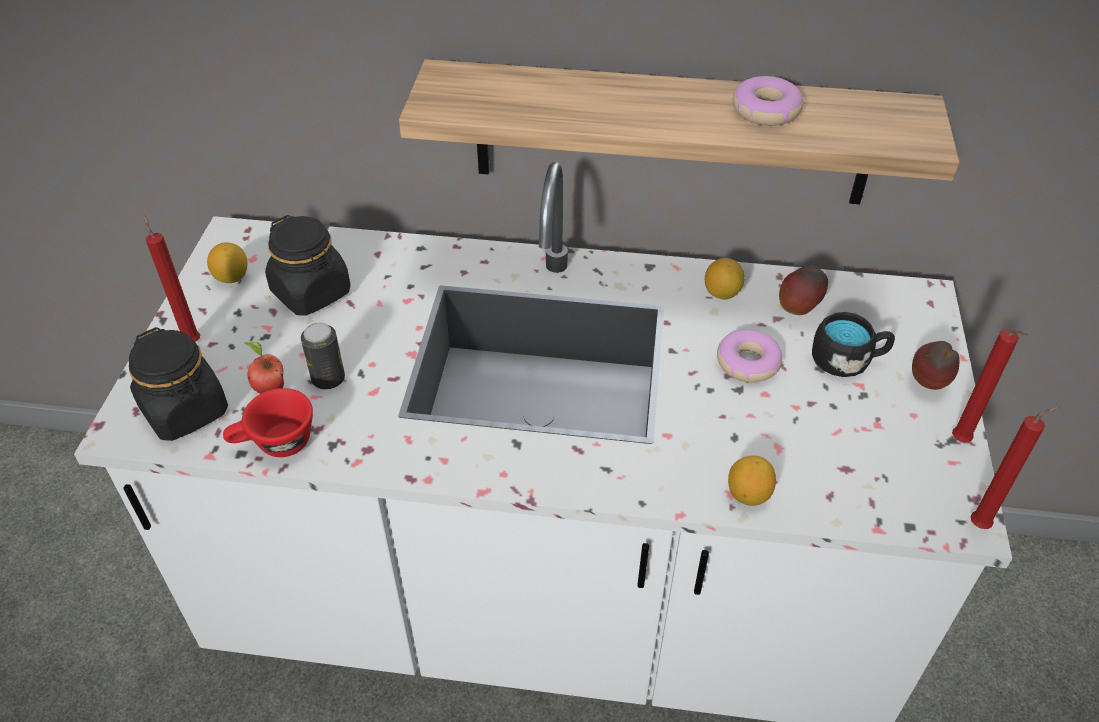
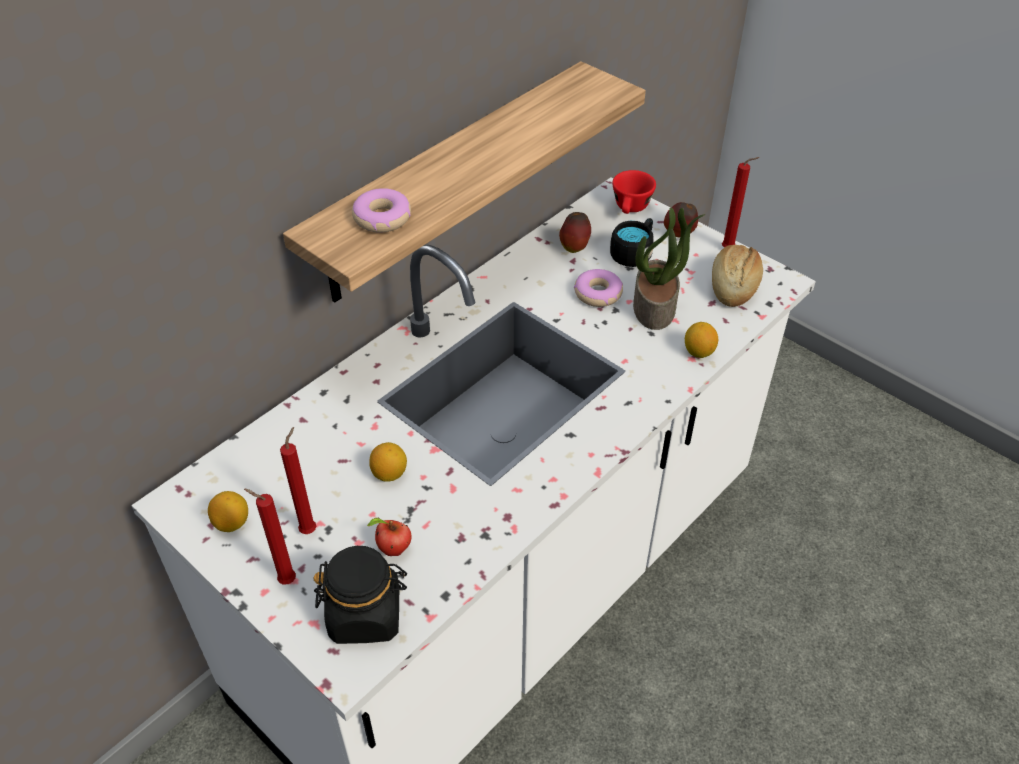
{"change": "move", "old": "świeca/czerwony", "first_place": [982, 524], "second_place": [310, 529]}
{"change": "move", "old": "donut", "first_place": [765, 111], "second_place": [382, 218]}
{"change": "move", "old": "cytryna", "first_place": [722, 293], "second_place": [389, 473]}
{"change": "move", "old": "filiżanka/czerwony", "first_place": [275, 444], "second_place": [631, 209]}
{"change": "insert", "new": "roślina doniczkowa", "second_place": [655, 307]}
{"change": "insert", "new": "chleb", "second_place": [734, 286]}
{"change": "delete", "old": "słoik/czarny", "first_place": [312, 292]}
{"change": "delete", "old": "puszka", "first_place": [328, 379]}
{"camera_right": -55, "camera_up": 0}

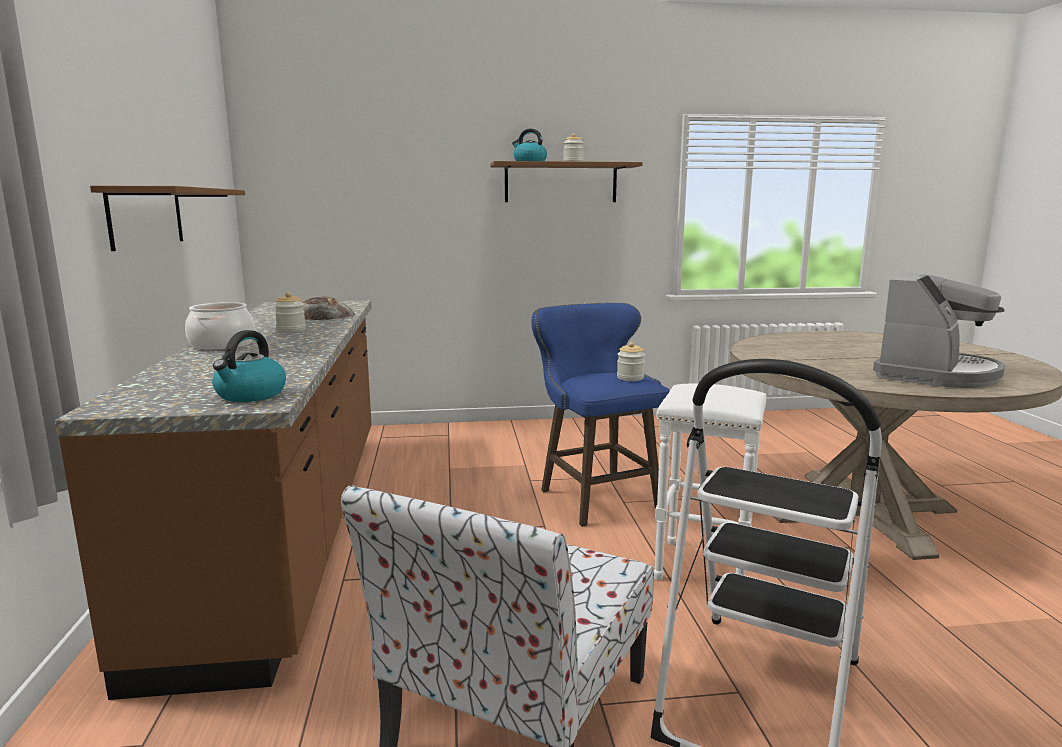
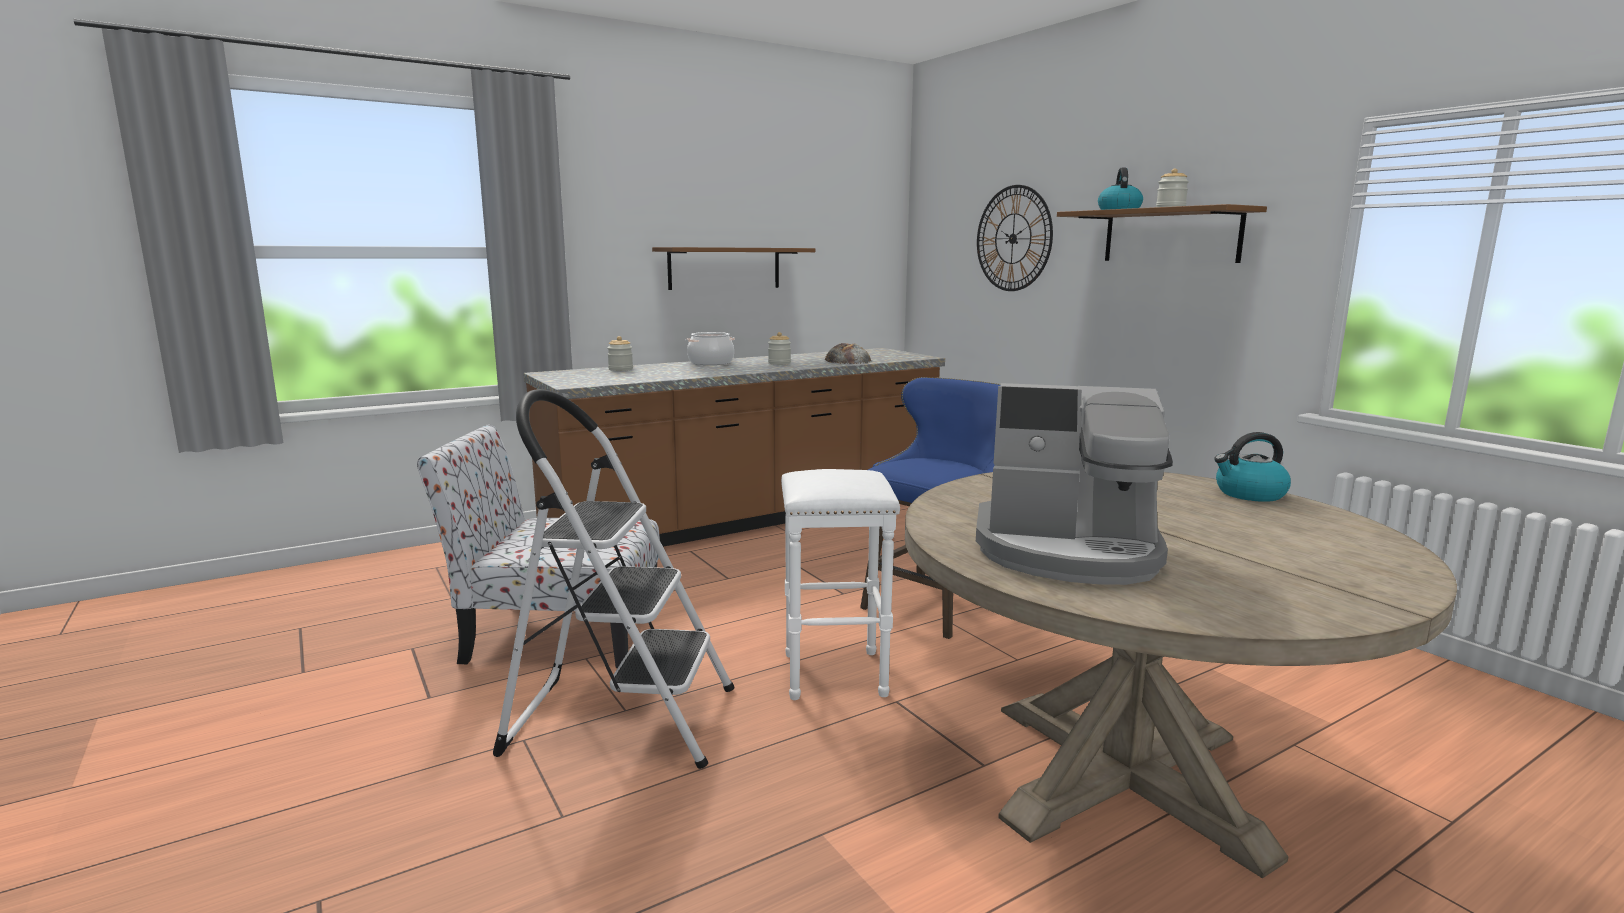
{"change": "move", "old": "słoik", "first_place": [630, 378], "second_place": [620, 369]}
{"change": "insert", "new": "zegar ścienny", "second_place": [1013, 238]}
{"change": "move", "old": "czajnik", "first_place": [250, 395], "second_place": [1249, 494]}
{"camera_right": 65, "camera_up": 0}

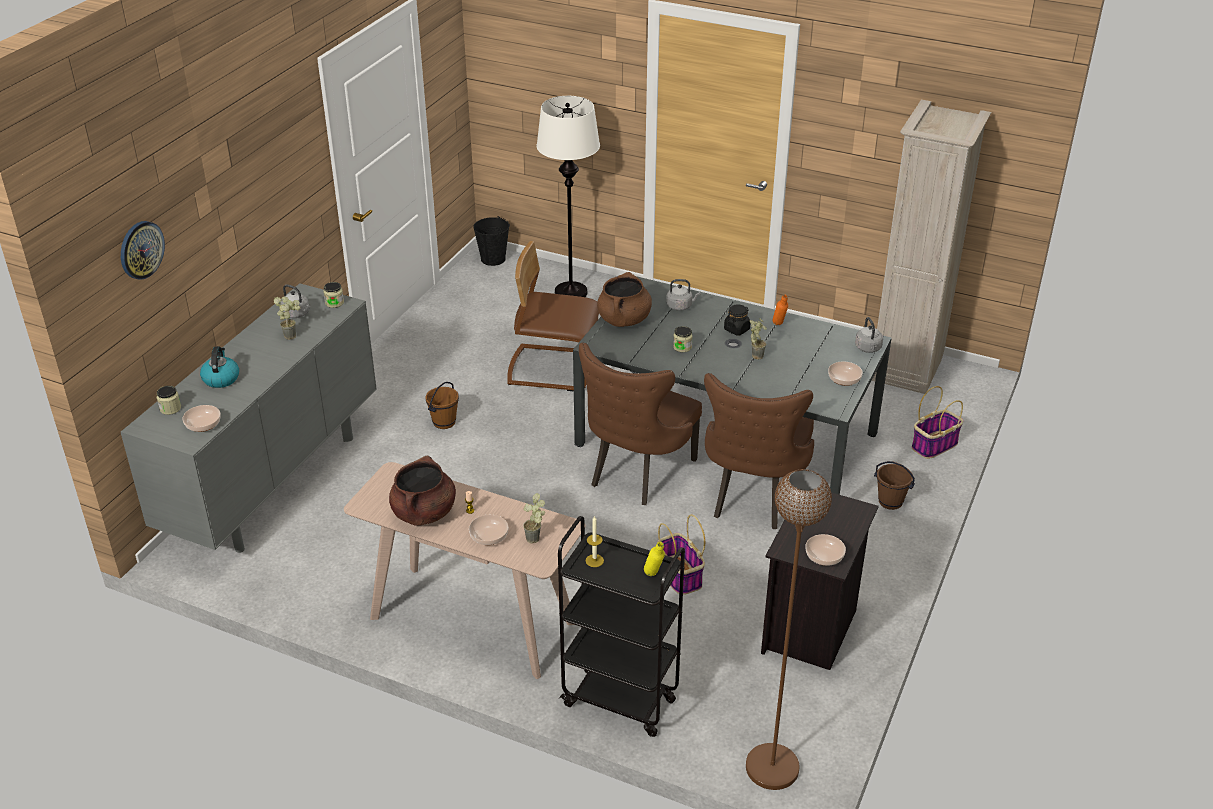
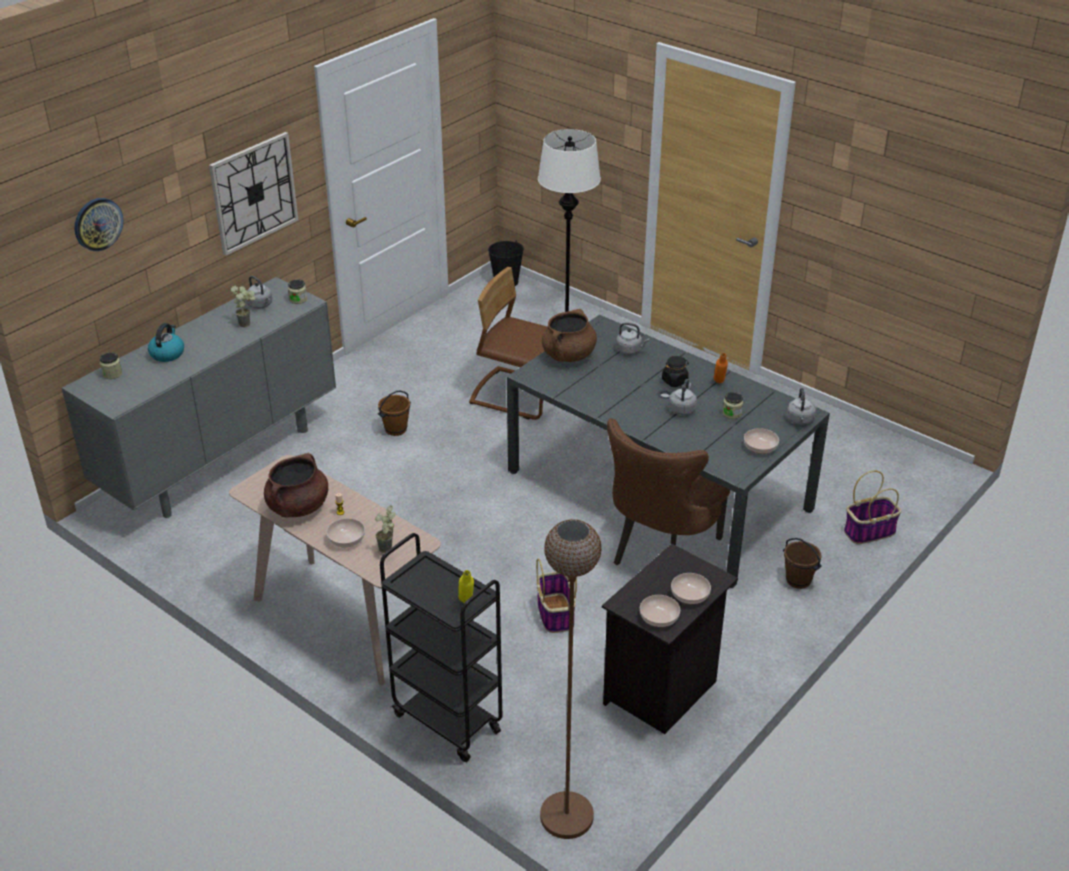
{"change": "insert", "new": "zegar ścienny", "second_place": [254, 193]}
{"change": "replace", "old": "roślina doniczkowa", "new": "czajnik/szary", "first_place": [756, 354], "second_place": [682, 408]}
{"change": "move", "old": "miska", "first_place": [203, 425], "second_place": [690, 595]}
{"change": "move", "old": "słoik", "first_place": [682, 347], "second_place": [732, 413]}
{"change": "delete", "old": "krzesło/brązowy", "first_place": [637, 472]}
{"change": "delete", "old": "świeca", "first_place": [594, 560]}
{"change": "delete", "old": "szafka/beżowy", "first_place": [907, 369]}
{"camera_right": 15, "camera_up": 0}

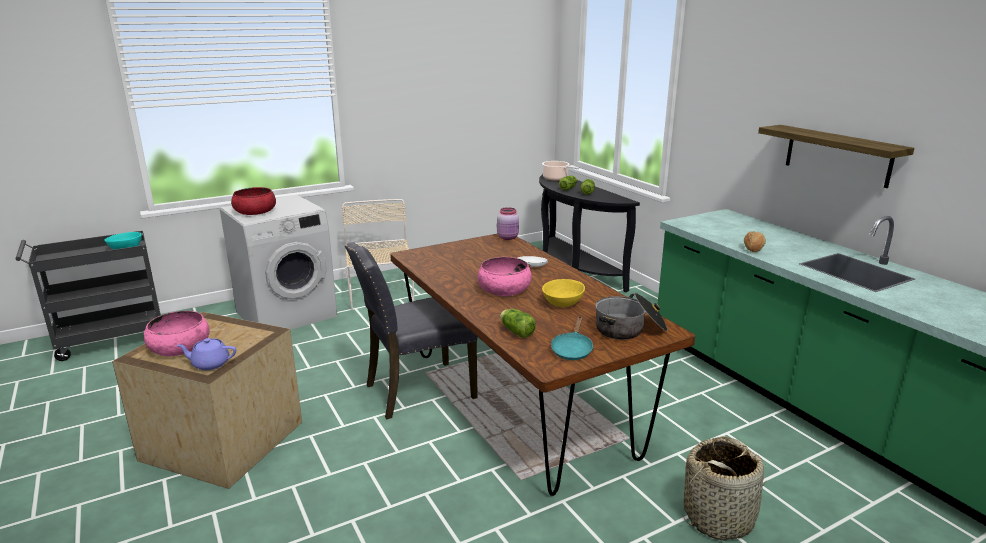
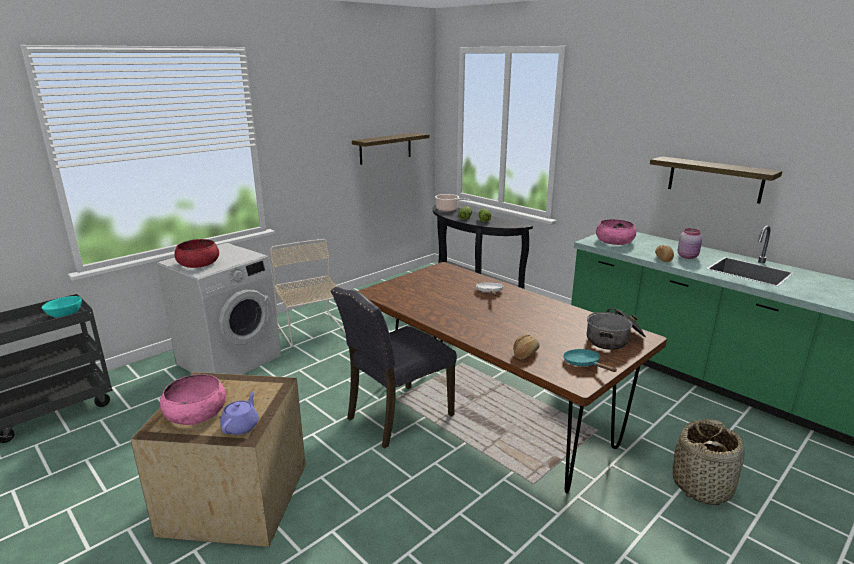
{"change": "rotate", "old": "imbryk/fioletowy", "first_place": [210, 364], "second_place": [241, 426], "degrees": 120}
{"change": "insert", "new": "półka", "second_place": [385, 148]}
{"change": "replace", "old": "sałata", "new": "chleb", "first_place": [516, 331], "second_place": [525, 353]}
{"change": "rotate", "old": "patelnia/turkusowy", "first_place": [572, 349], "second_place": [584, 364], "degrees": 150}
{"change": "move", "old": "miska/różowy", "first_place": [504, 289], "second_place": [614, 241]}
{"change": "move", "old": "słoik/różowy", "first_place": [508, 237], "second_place": [688, 256]}
{"change": "delete", "old": "miska/żółty", "first_place": [563, 303]}
{"camera_right": -15, "camera_up": 0}

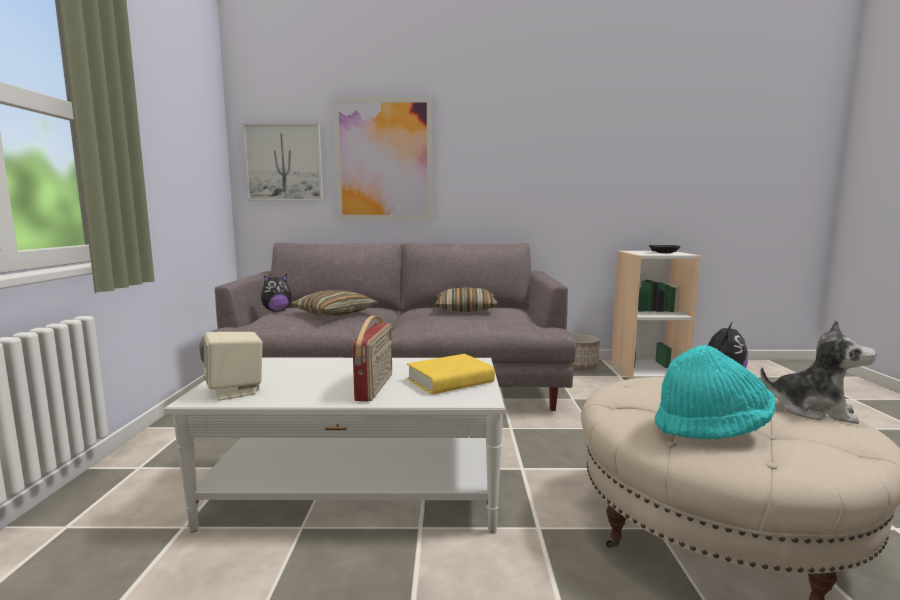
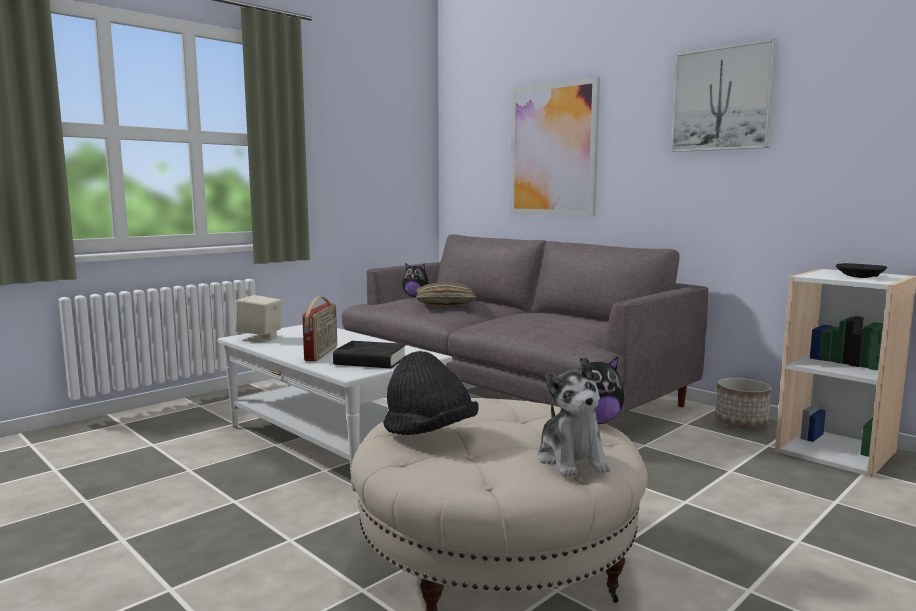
{"change": "rotate", "old": "radio", "first_place": [375, 387], "second_place": [322, 353], "degrees": -45}
{"change": "recolor", "old": "książka/żółty", "new": "książka/czarny", "first_place": [450, 381], "second_place": [370, 361]}
{"change": "recolor", "old": "kapelusz/turkusowy", "new": "kapelusz/czarny", "first_place": [711, 429], "second_place": [429, 434]}
{"change": "move", "old": "obraz", "first_place": [284, 162], "second_place": [722, 99]}
{"change": "delete", "old": "poduszka", "first_place": [465, 310]}
{"camera_right": 45, "camera_up": 0}

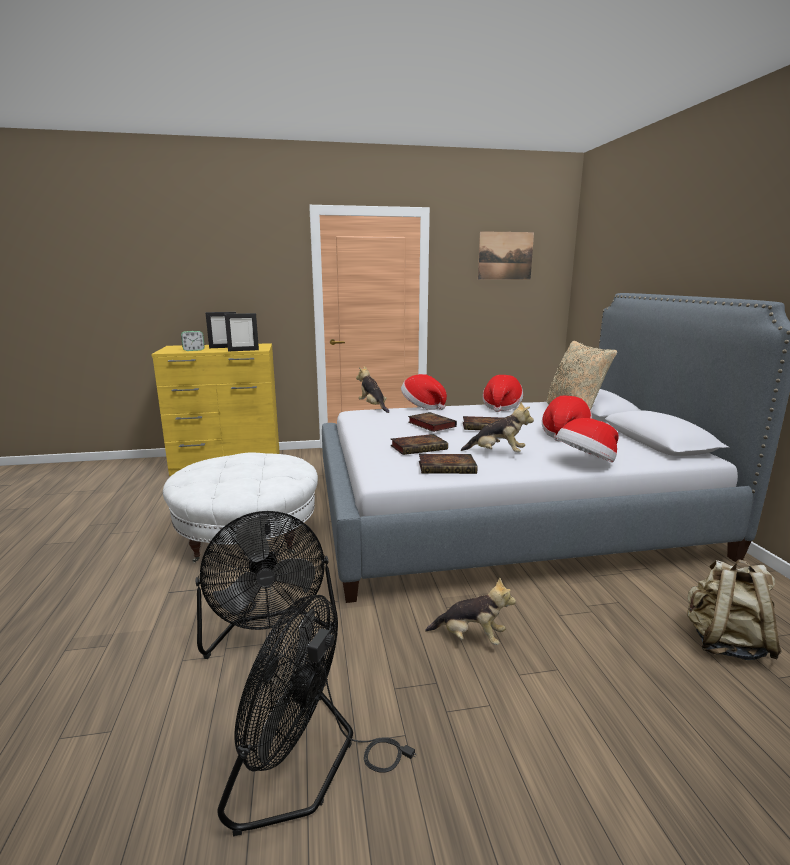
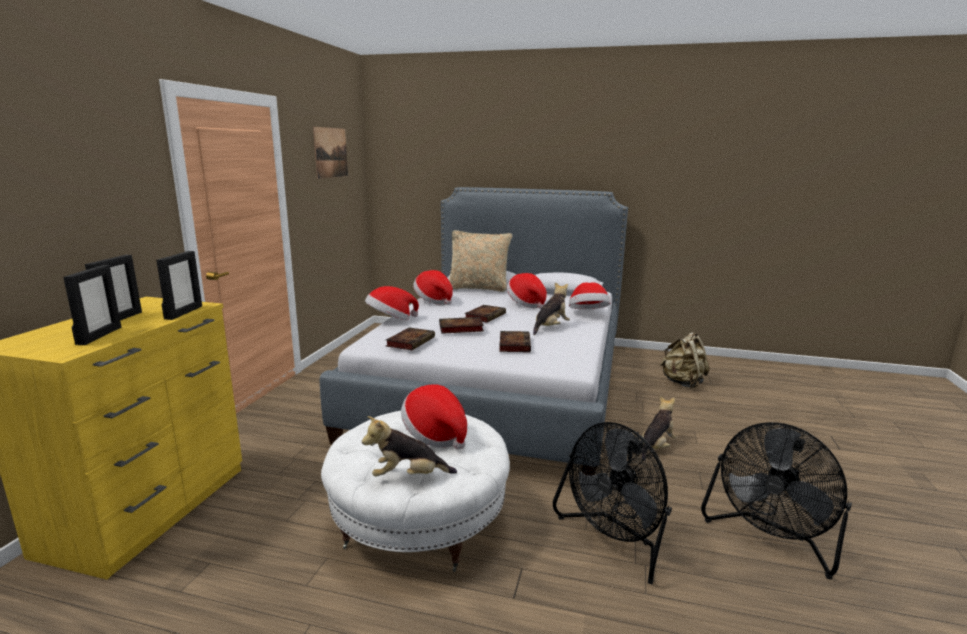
{"change": "replace", "old": "budzik", "new": "ramka na zdjęcie", "first_place": [193, 350], "second_place": [99, 335]}
{"change": "move", "old": "pluszak", "first_place": [373, 407], "second_place": [408, 476]}
{"change": "move", "old": "książka", "first_place": [448, 467], "second_place": [411, 341]}
{"change": "insert", "new": "kapelusz", "second_place": [435, 435]}
{"change": "rotate", "old": "wentylator/czarny", "first_place": [264, 629], "second_place": [613, 536], "degrees": 135}
{"camera_right": -65, "camera_up": 0}

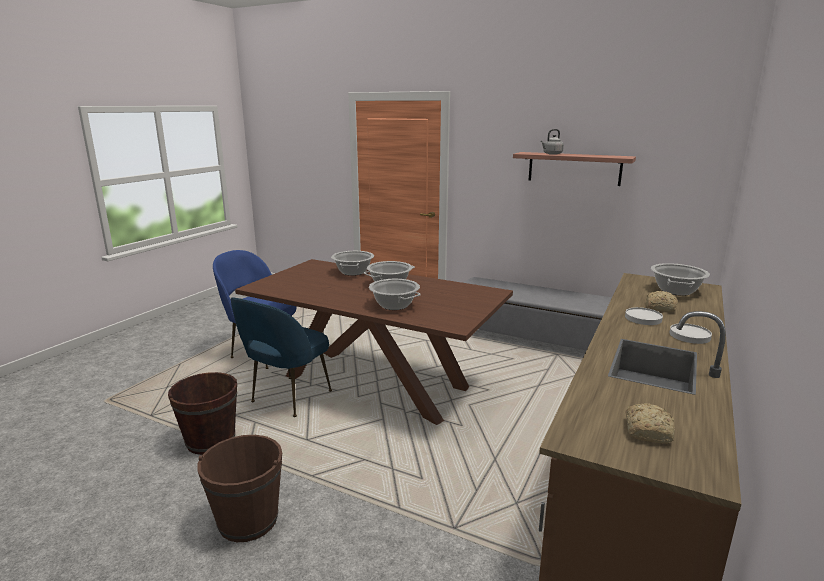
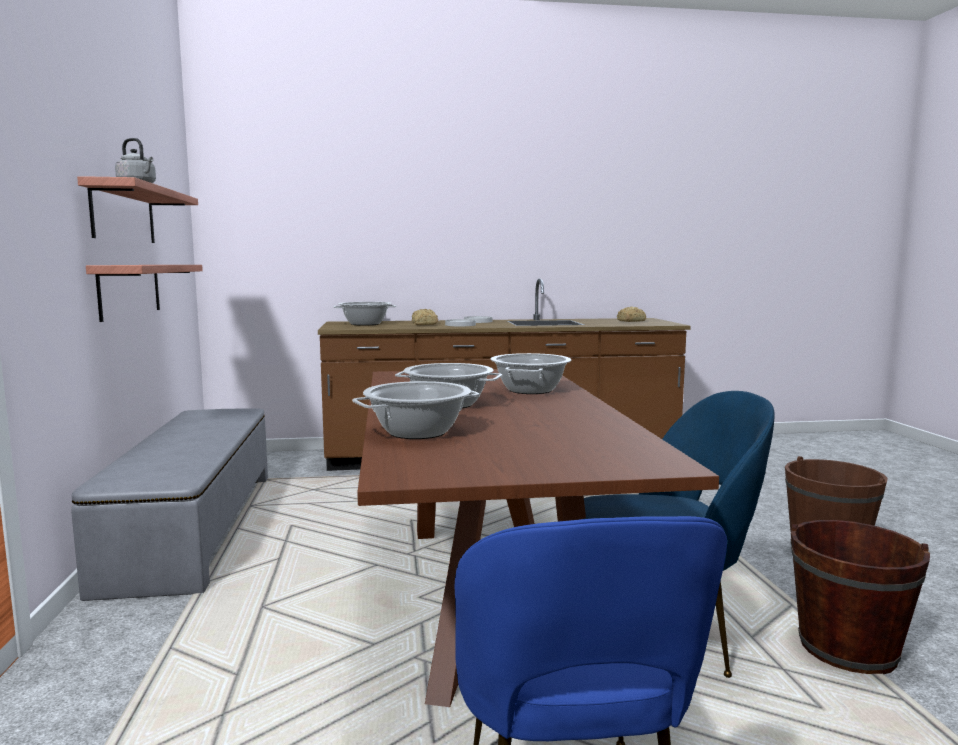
{"change": "insert", "new": "półka", "second_place": [130, 290]}
{"camera_right": -125, "camera_up": -10}

